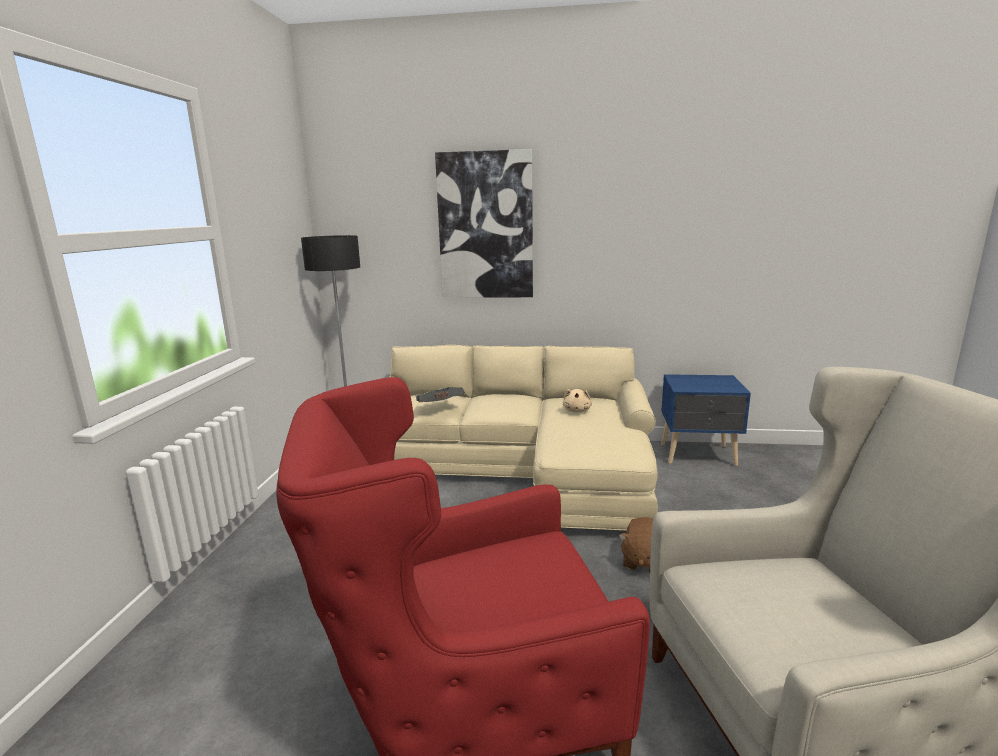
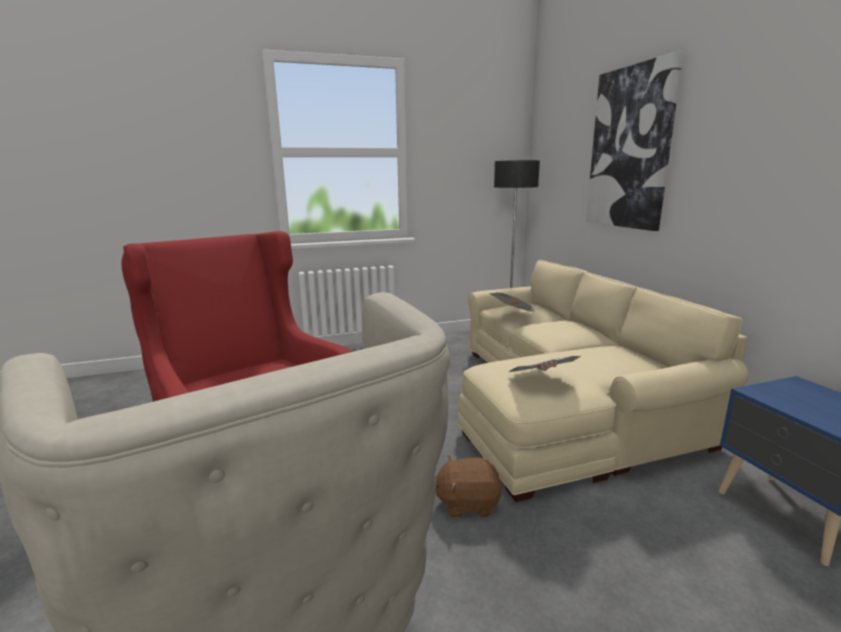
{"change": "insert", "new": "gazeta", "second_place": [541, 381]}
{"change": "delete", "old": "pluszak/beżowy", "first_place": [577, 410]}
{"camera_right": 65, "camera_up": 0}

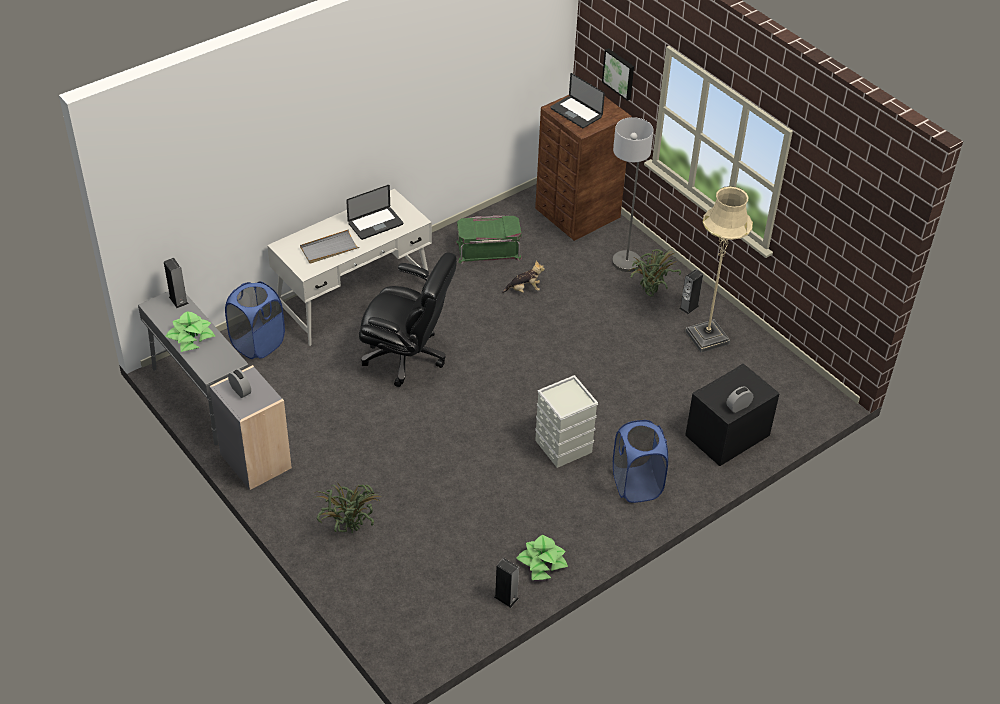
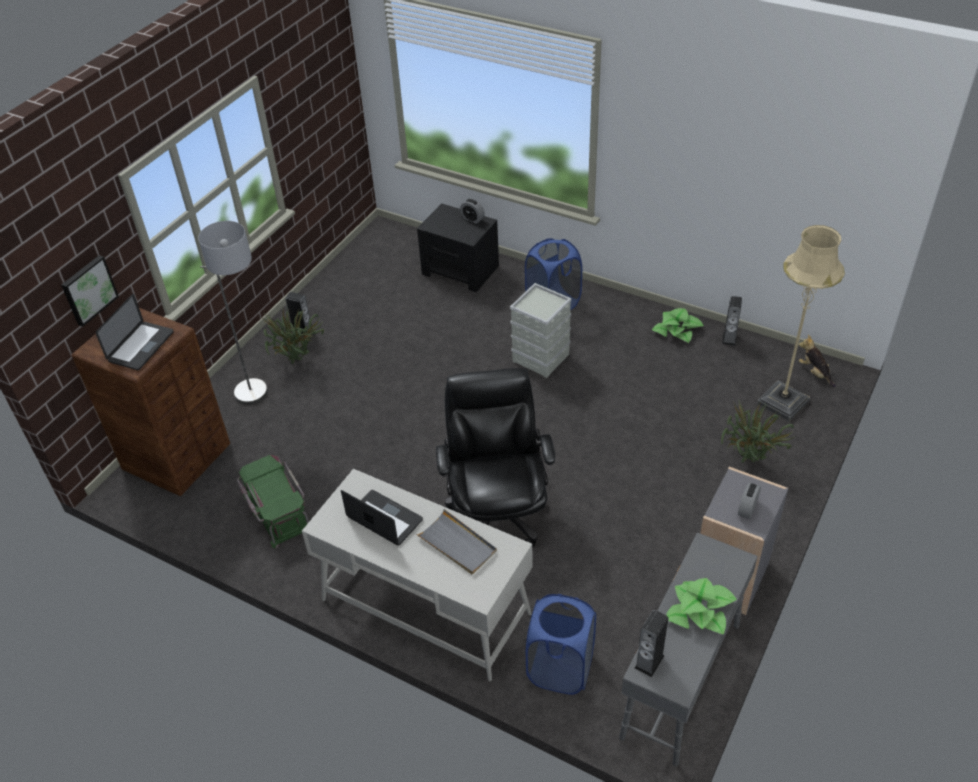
{"change": "move", "old": "lampa stojąca/beżowy", "first_place": [707, 337], "second_place": [782, 402]}
{"change": "move", "old": "pluszak", "first_place": [524, 290], "second_place": [814, 373]}
{"camera_right": -110, "camera_up": 0}

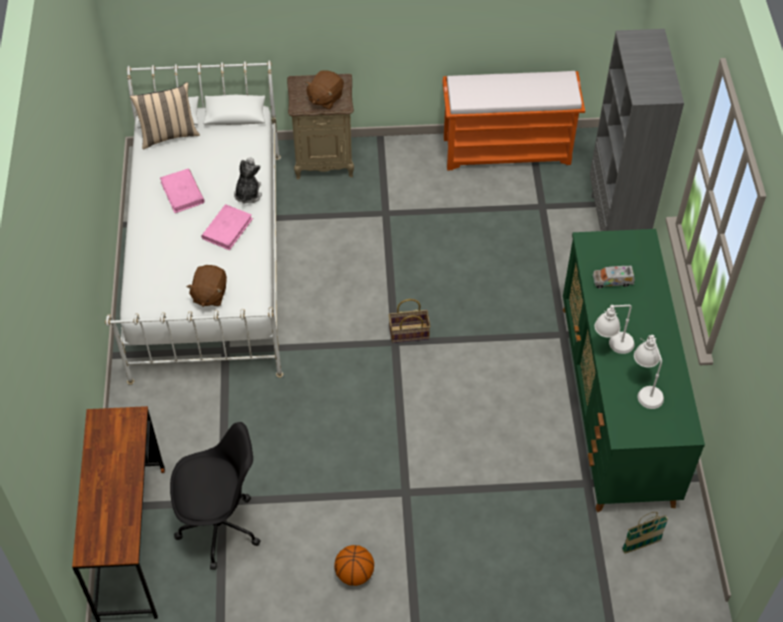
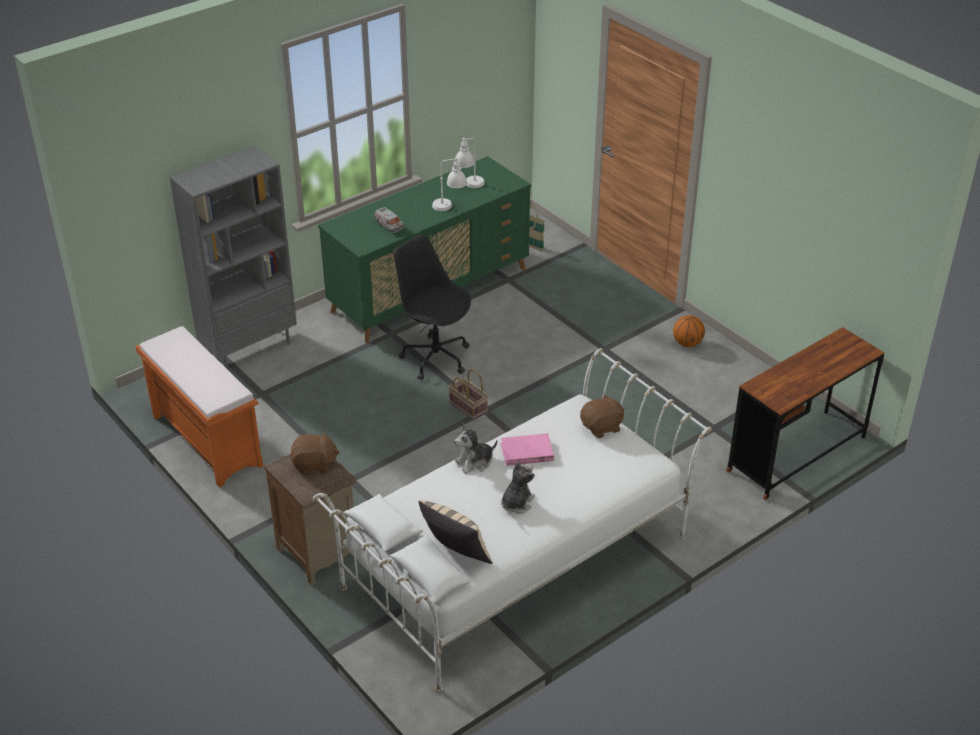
{"change": "move", "old": "krzesło biurowe/czarny", "first_place": [221, 528], "second_place": [434, 358]}
{"change": "replace", "old": "książka/różowy", "new": "pluszak", "first_place": [182, 193], "second_place": [516, 503]}
{"camera_right": -125, "camera_up": -15}

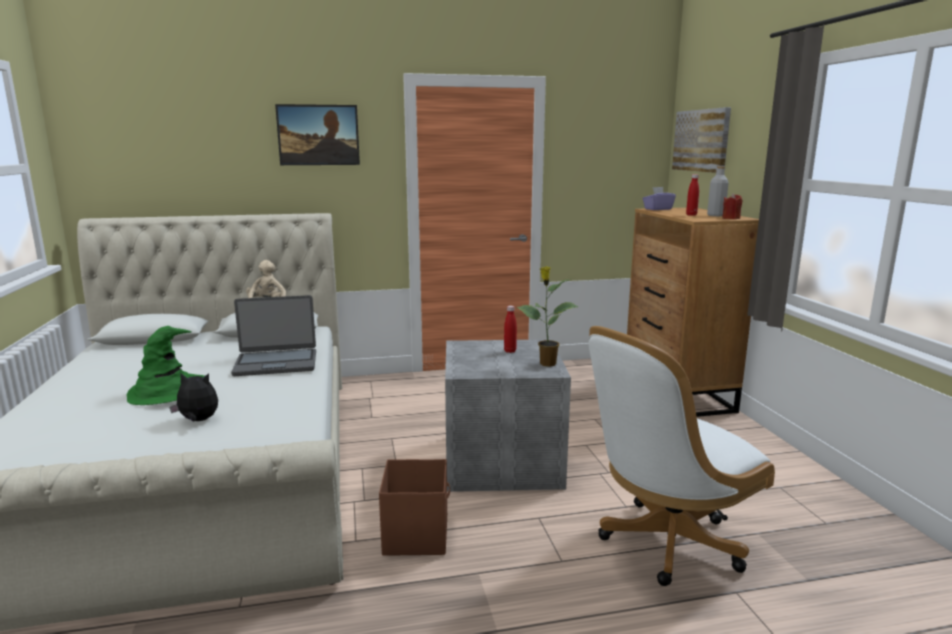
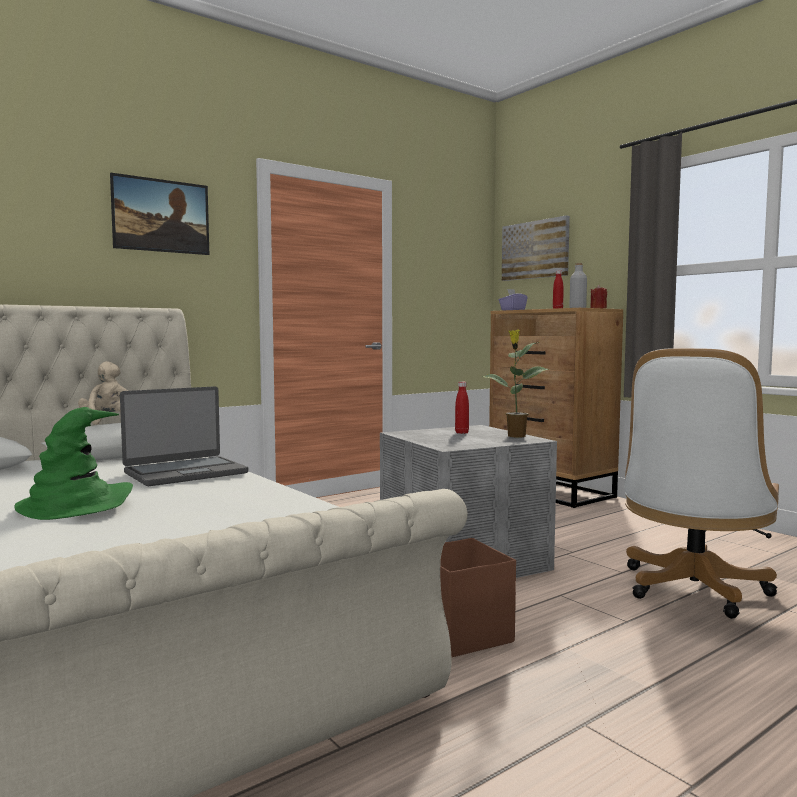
{"change": "delete", "old": "pluszak", "first_place": [198, 421]}
{"camera_right": -25, "camera_up": -10}

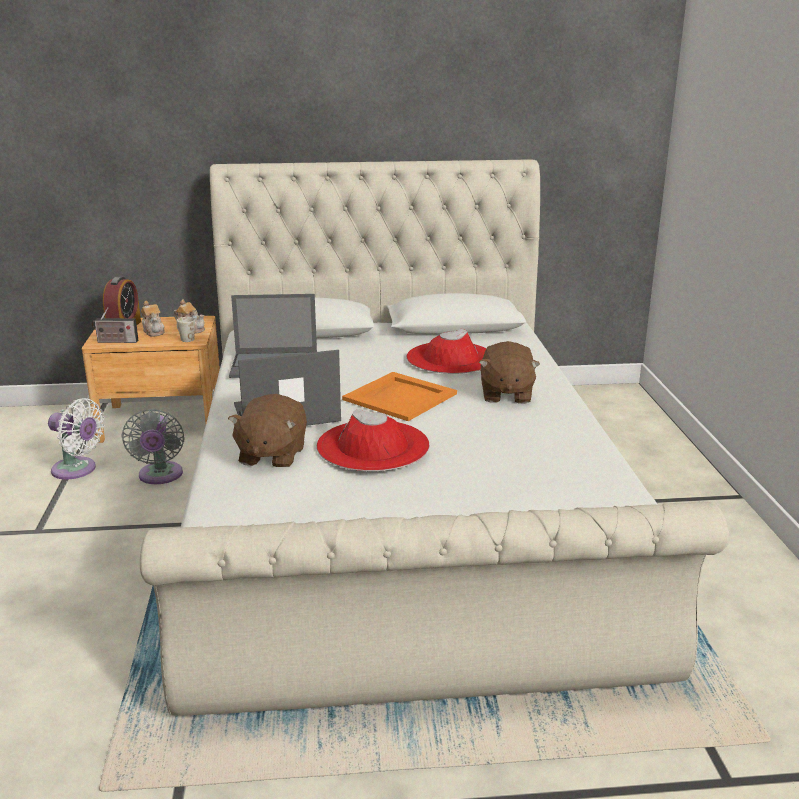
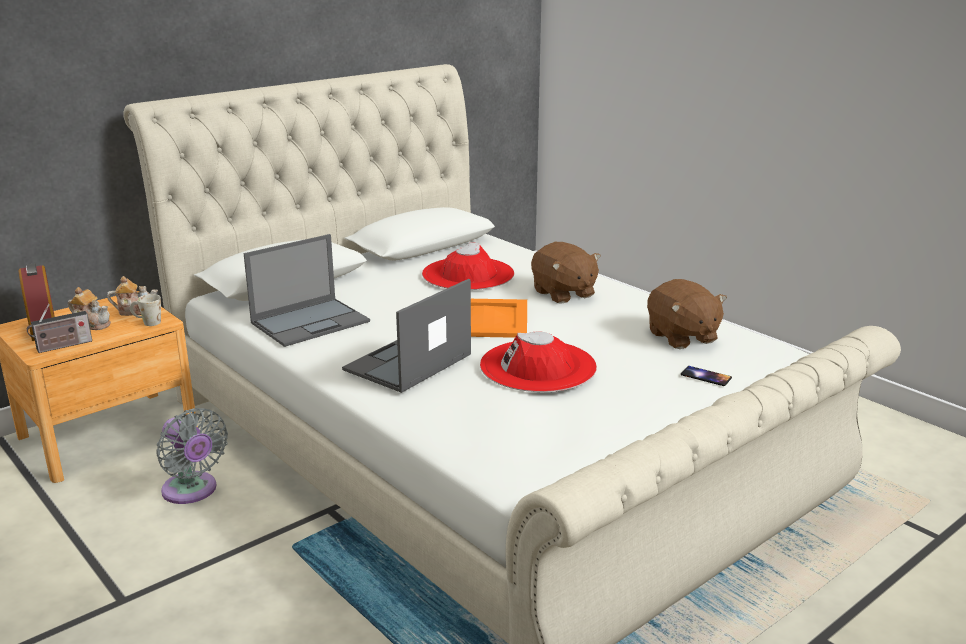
{"change": "move", "old": "pluszak/brązowy", "first_place": [271, 455], "second_place": [682, 337]}
{"change": "insert", "new": "telefon", "second_place": [706, 376]}
{"change": "delete", "old": "wentylator/biały", "first_place": [77, 470]}
{"camera_right": -35, "camera_up": 0}

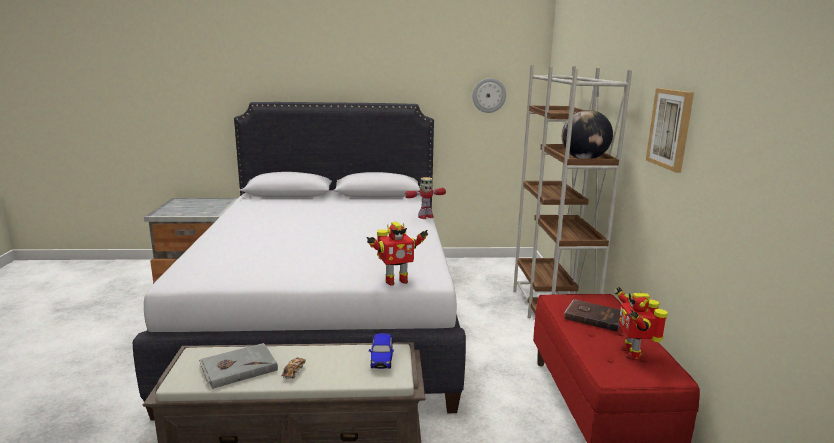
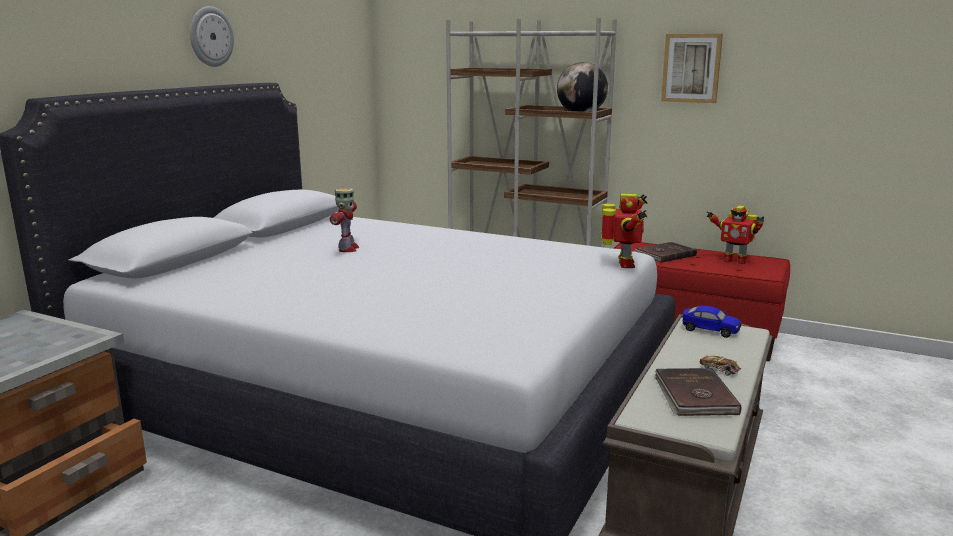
{"change": "move", "old": "zegar ścienny", "first_place": [489, 95], "second_place": [210, 36]}
{"change": "move", "old": "robot zabawkowy", "first_place": [425, 217], "second_place": [347, 249]}
{"change": "recolor", "old": "książka/szary", "new": "książka/brązowy", "first_place": [238, 367], "second_place": [694, 396]}
{"camera_right": -60, "camera_up": 0}

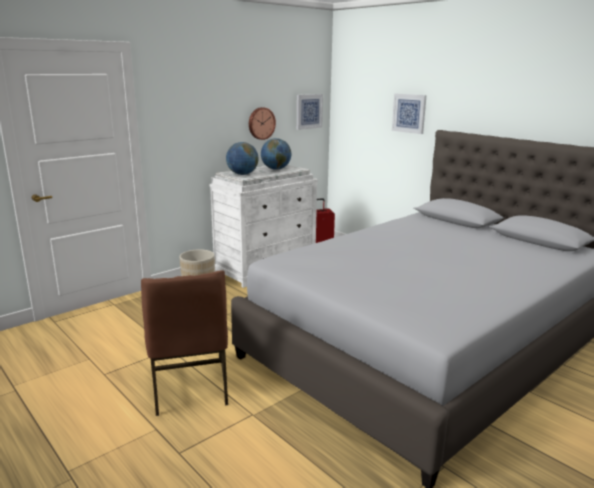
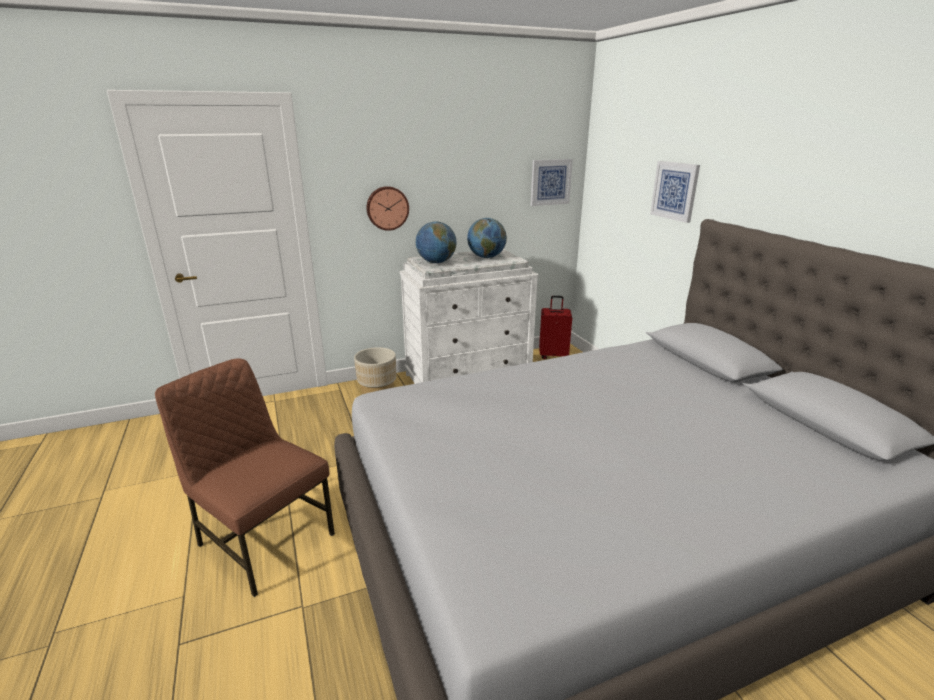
{"change": "rotate", "old": "krzesło/brązowy", "first_place": [189, 387], "second_place": [264, 539], "degrees": 120}
{"change": "move", "old": "zegar ścienny", "first_place": [261, 123], "second_place": [387, 208]}
{"camera_right": 20, "camera_up": 5}

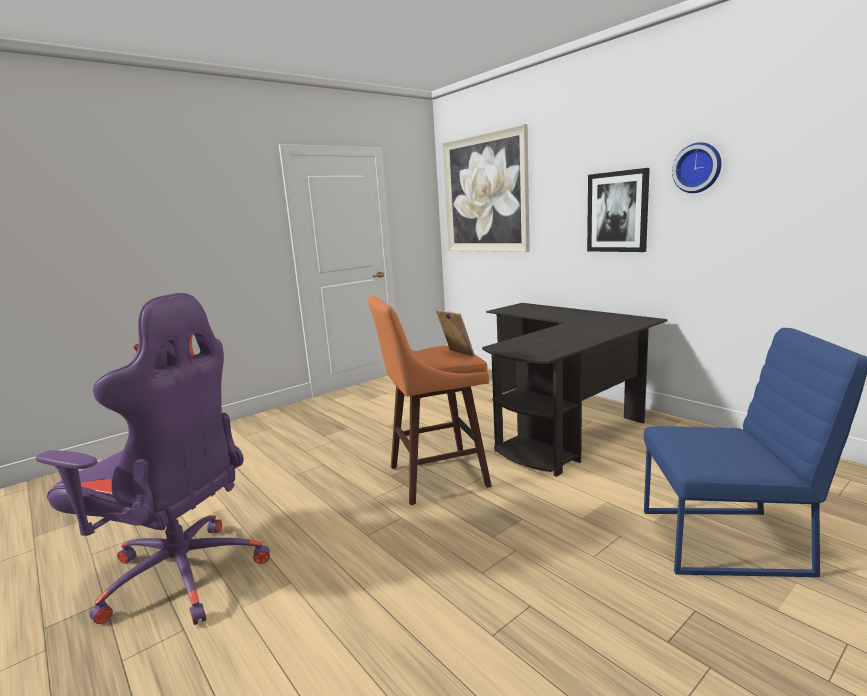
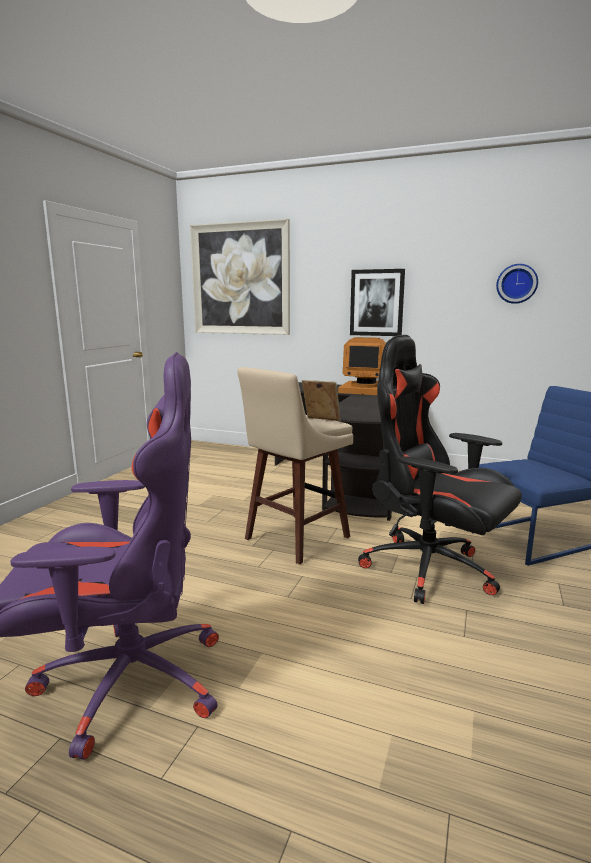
{"change": "recolor", "old": "stołek/pomarańczowy", "new": "stołek/beżowy", "first_place": [435, 477], "second_place": [295, 539]}
{"change": "insert", "new": "monitor", "second_place": [366, 390]}
{"change": "insert", "new": "krzesło biurowe/czarny", "second_place": [436, 573]}
{"change": "move", "old": "zegar ścienny", "first_place": [698, 168], "second_place": [516, 283]}
{"camera_right": -30, "camera_up": 0}

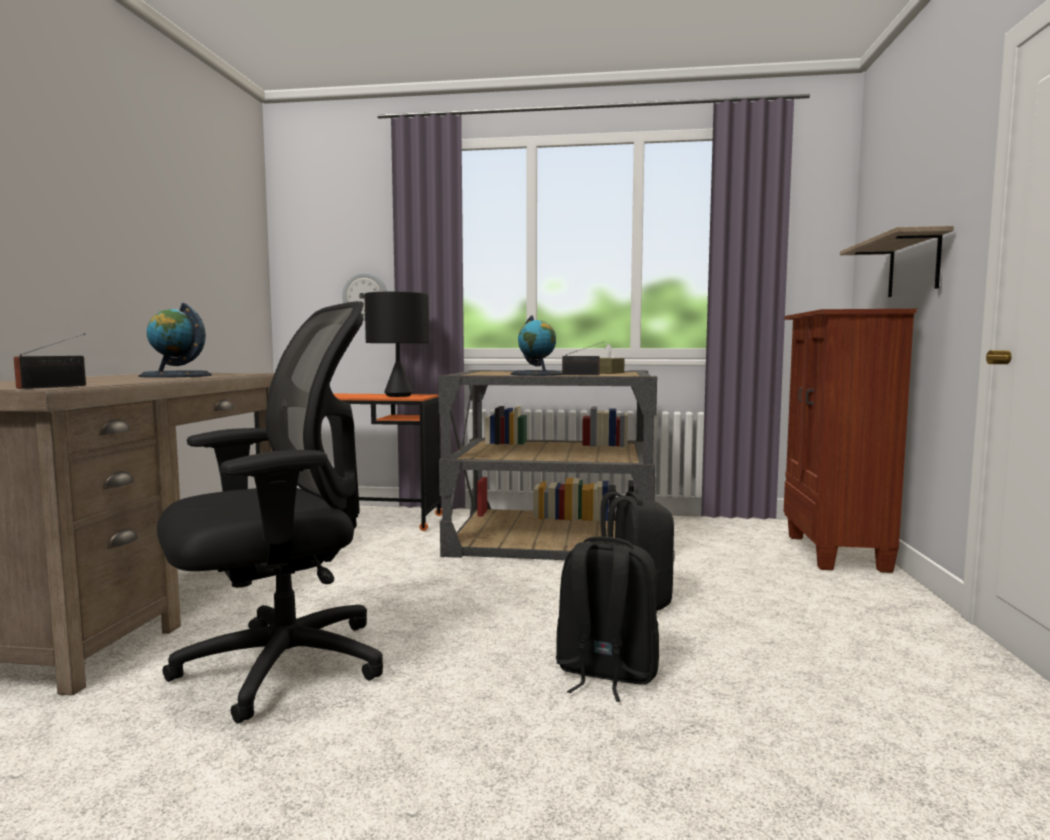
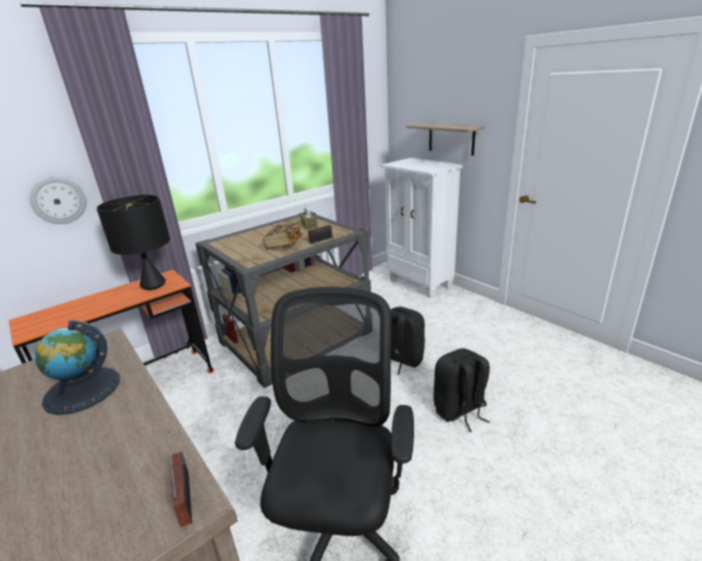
{"change": "replace", "old": "globus", "new": "książka", "first_place": [537, 374], "second_place": [284, 244]}
{"change": "recolor", "old": "szafka/brązowy", "new": "szafka/biały", "first_place": [833, 553], "second_place": [419, 284]}
{"camera_right": -45, "camera_up": 20}

